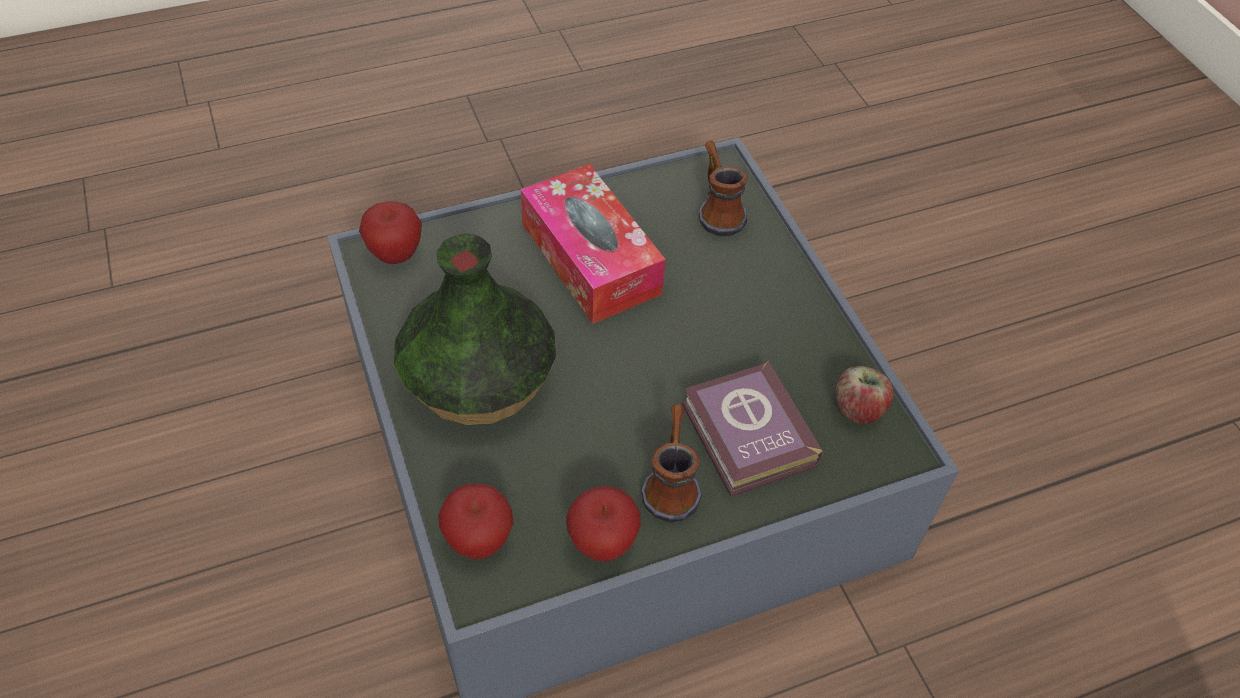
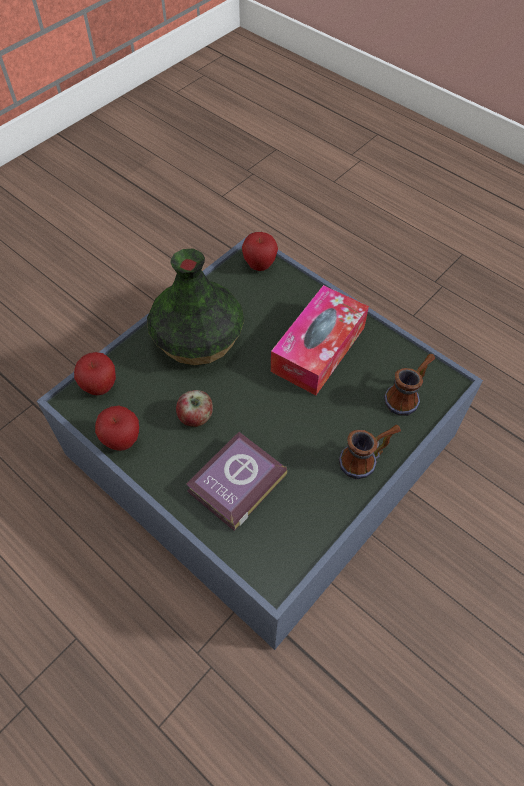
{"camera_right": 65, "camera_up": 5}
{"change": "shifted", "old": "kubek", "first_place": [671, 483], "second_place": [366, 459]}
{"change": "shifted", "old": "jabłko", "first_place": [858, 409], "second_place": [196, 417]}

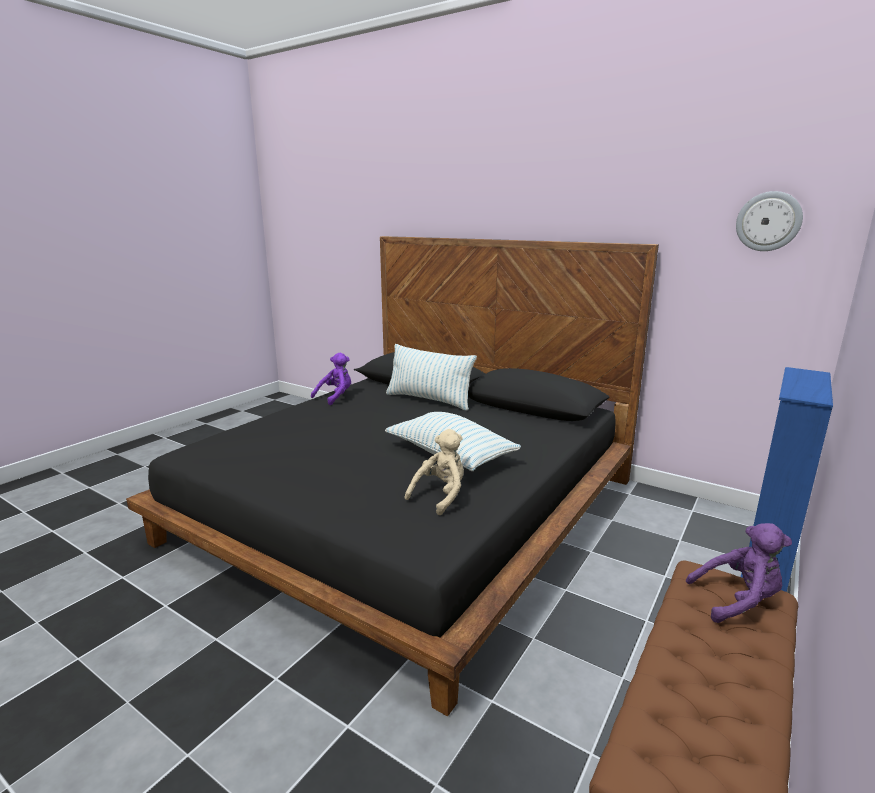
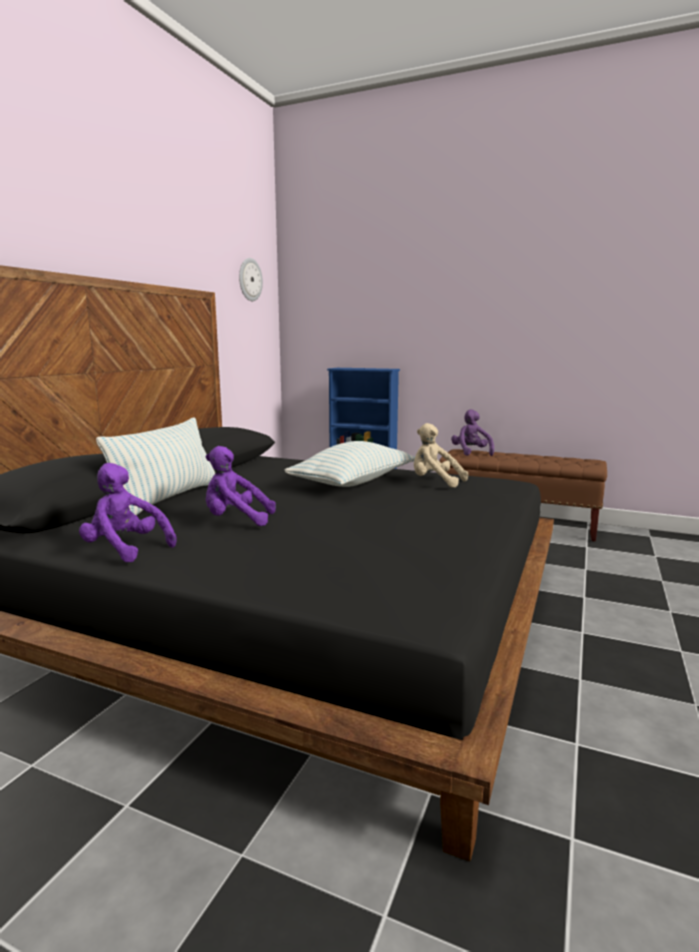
{"camera_right": -100, "camera_up": -5}
{"change": "new", "new": "pluszak (fioletowy)", "second_place": [236, 520]}

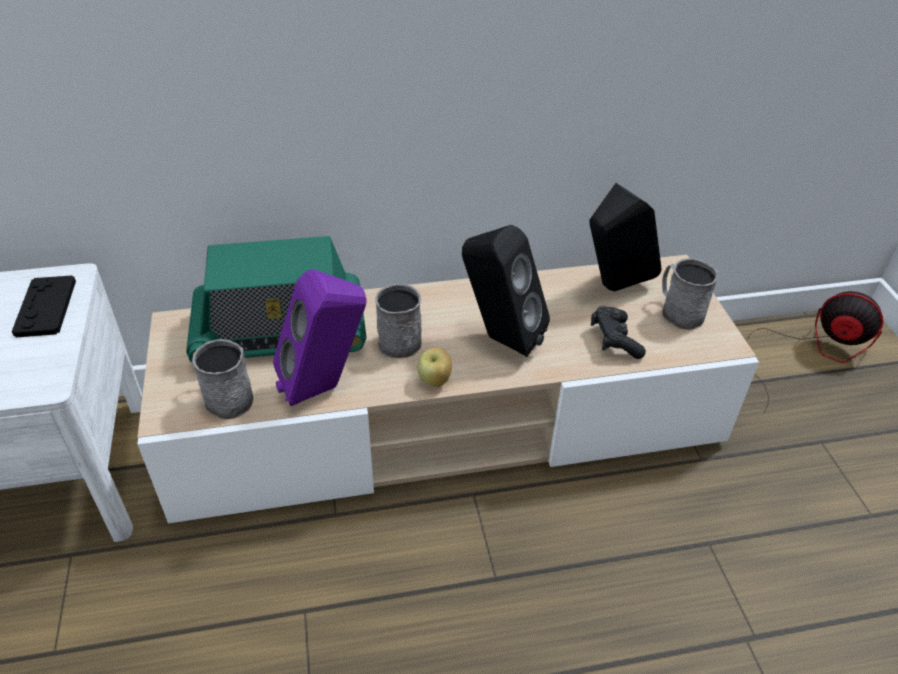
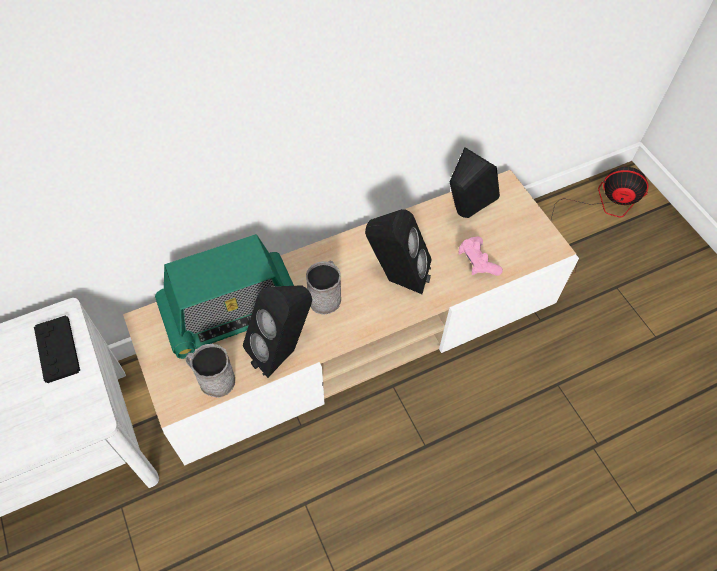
{"camera_right": -15, "camera_up": 15}
{"change": "gone", "old": "jabłko", "first_place": [435, 381]}
{"change": "gone", "old": "kubek (szary)", "first_place": [678, 312]}
{"change": "repainted", "old": "głośnik (fioletowy)", "new": "głośnik (czarny)", "first_place": [326, 387], "second_place": [284, 351]}
{"change": "repainted", "old": "pad do gier (czarny)", "new": "pad do gier (różowy)", "first_place": [614, 340], "second_place": [477, 262]}

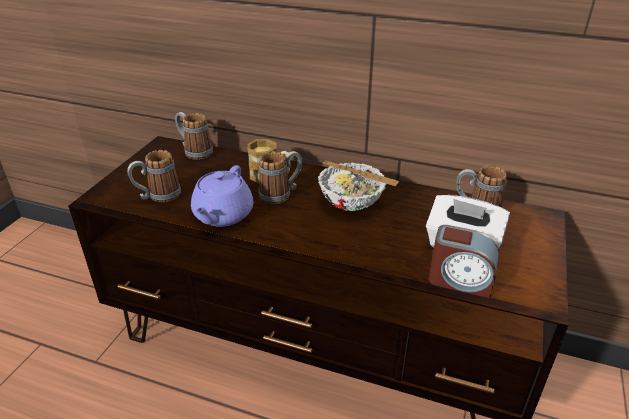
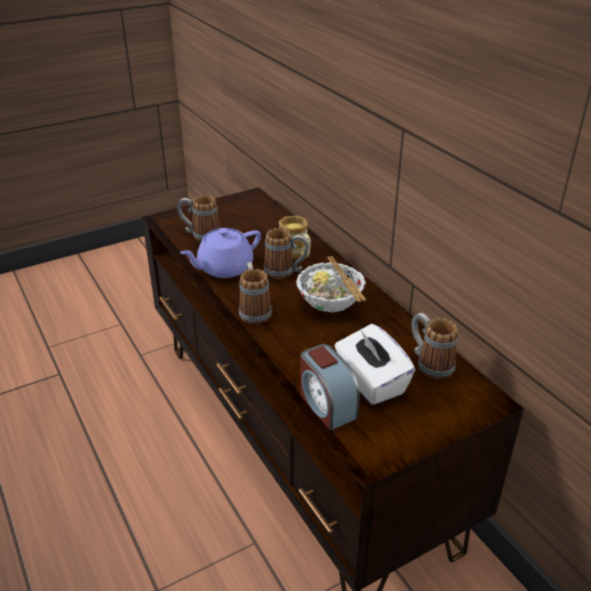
{"camera_right": 40, "camera_up": 0}
{"change": "shifted", "old": "kubek", "first_place": [194, 151], "second_place": [254, 310]}

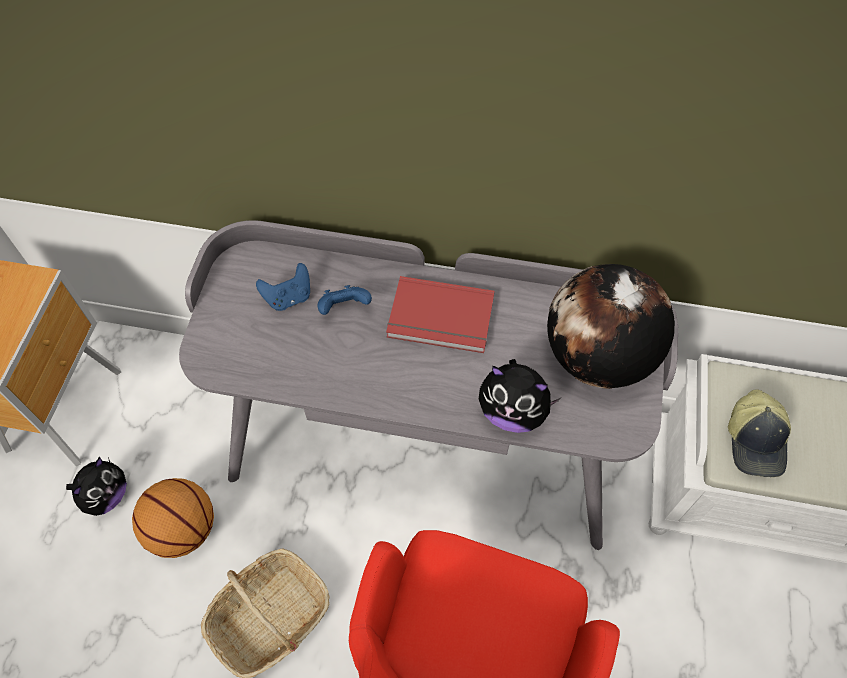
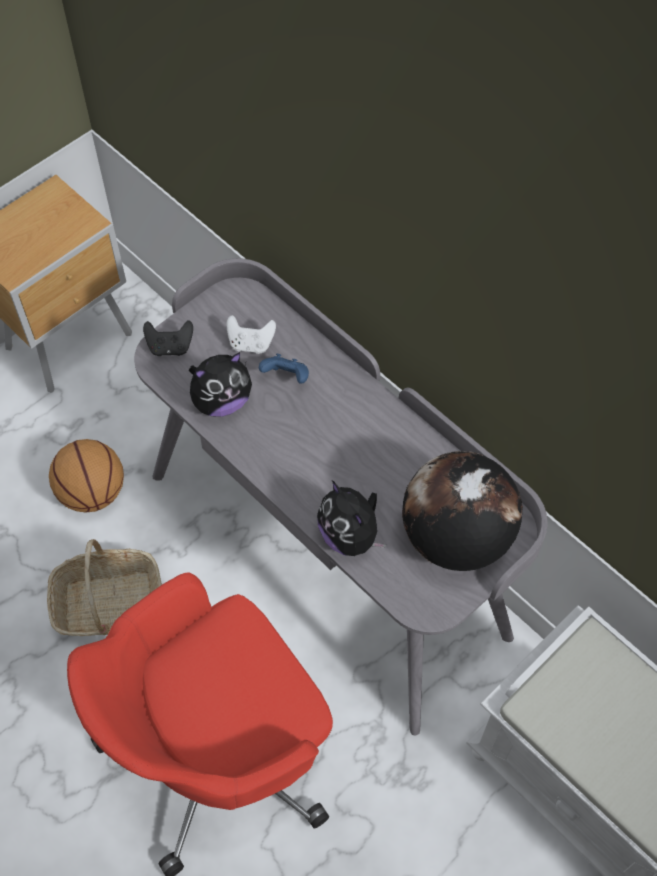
{"camera_right": 35, "camera_up": 0}
{"change": "gone", "old": "książka (czerwony)", "first_place": [441, 319]}
{"change": "gone", "old": "czapka z daszkiem", "first_place": [756, 441]}
{"change": "new", "new": "pad do gier (czarny)", "second_place": [170, 347]}
{"change": "shifted", "old": "pluszak", "first_place": [106, 496], "second_place": [221, 401]}
{"change": "repainted", "old": "pad do gier (niebieski)", "new": "pad do gier (biały)", "first_place": [288, 297], "second_place": [251, 344]}

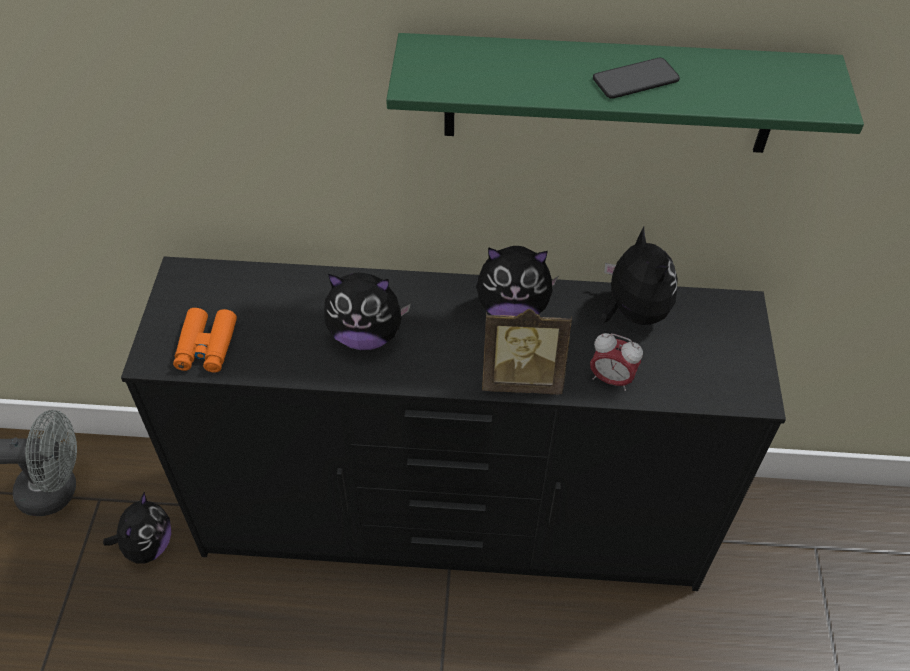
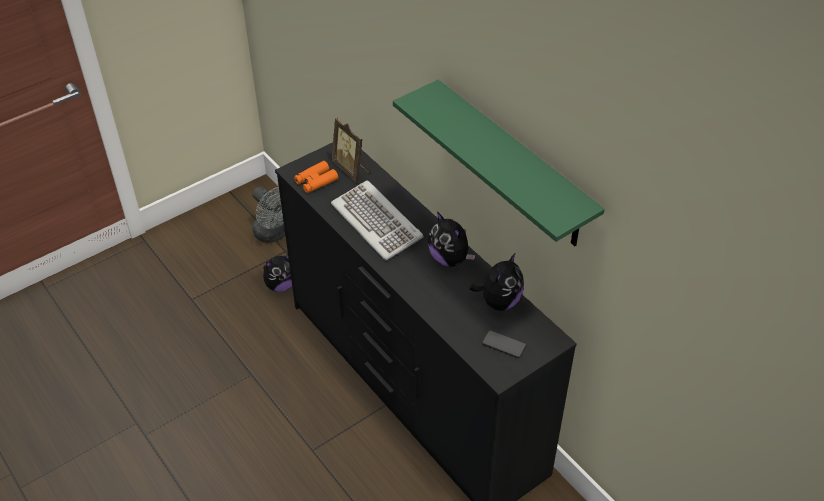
{"camera_right": 50, "camera_up": -5}
{"change": "gone", "old": "budzik", "first_place": [611, 379]}
{"change": "shifted", "old": "ramka na zdjęcie", "first_place": [522, 379], "second_place": [352, 169]}
{"change": "shifted", "old": "telefon", "first_place": [635, 80], "second_place": [504, 344]}
{"change": "swapped", "old": "pluszak", "new": "klawiatura", "first_place": [366, 335], "second_place": [377, 222]}

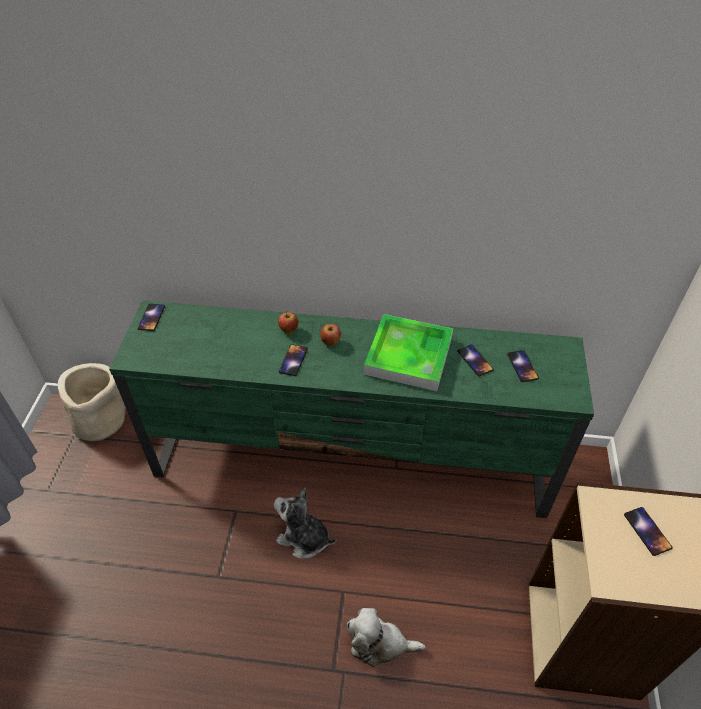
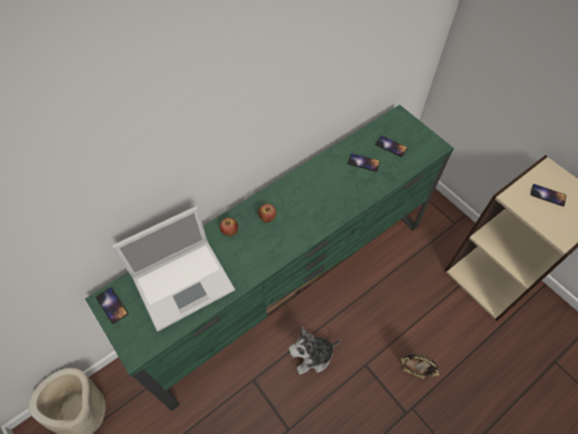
{"camera_right": -45, "camera_up": 10}
{"change": "gone", "old": "telefon", "first_place": [293, 360]}
{"change": "gone", "old": "taca", "first_place": [408, 356]}
{"change": "new", "new": "laptop", "second_place": [185, 282]}
{"change": "swapped", "old": "pluszak", "new": "ramka na zdjęcie", "first_place": [380, 643], "second_place": [413, 373]}

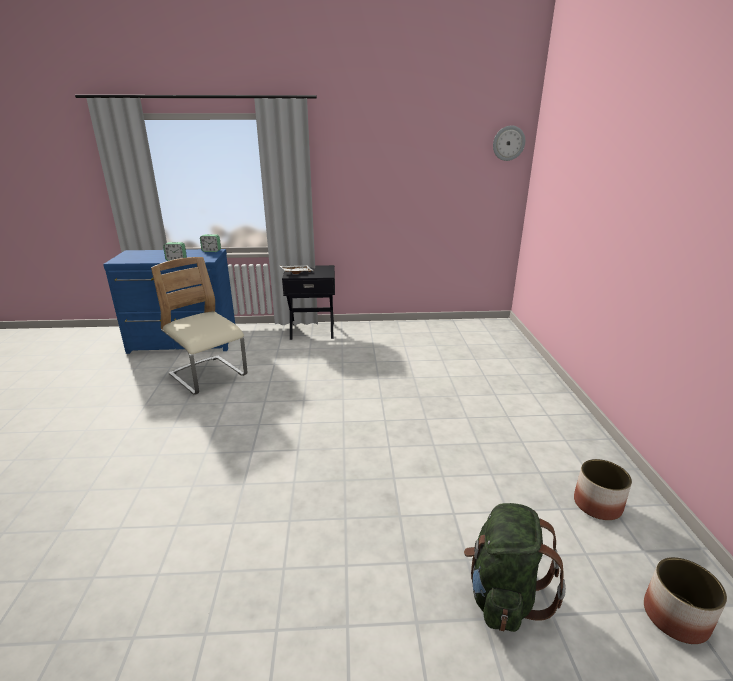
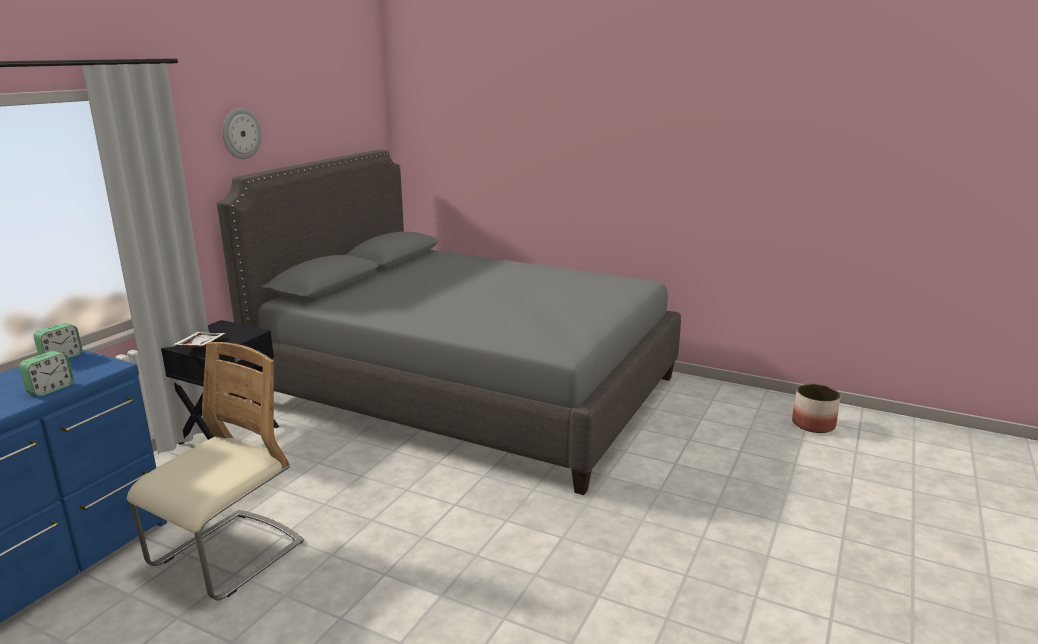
{"camera_right": -60, "camera_up": -5}
{"change": "gone", "old": "plecak (zielony)", "first_place": [503, 595]}
{"change": "gone", "old": "donica", "first_place": [597, 505]}
{"change": "new", "new": "łóżko (szary)", "second_place": [468, 390]}
{"change": "shifted", "old": "zegar ścienny", "first_place": [508, 143], "second_place": [241, 133]}
{"change": "rotated", "old": "krzesło (beżowy)", "first_place": [208, 376], "second_place": [228, 556], "degrees": 135}

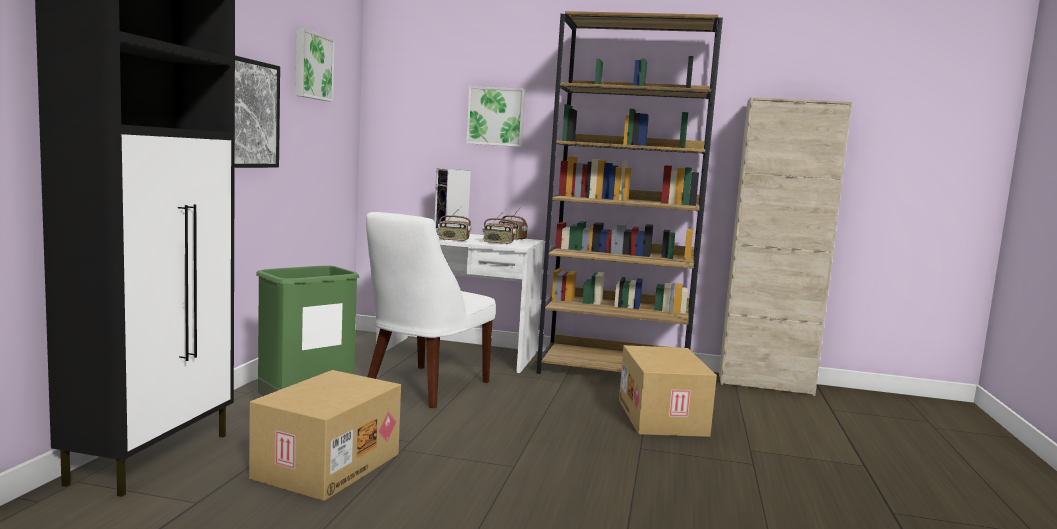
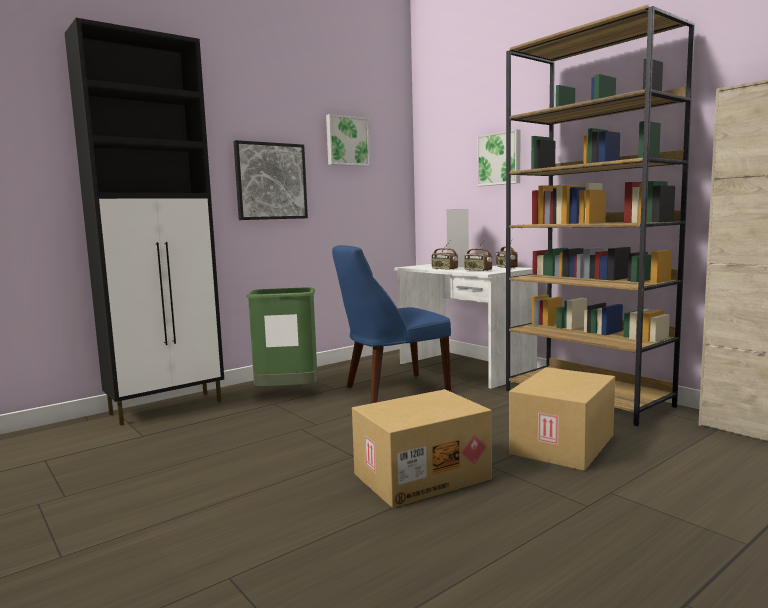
{"camera_right": 40, "camera_up": 0}
{"change": "shifted", "old": "karton", "first_place": [326, 465], "second_place": [421, 475]}
{"change": "repainted", "old": "krzesło (biały)", "new": "krzesło (niebieski)", "first_place": [423, 388], "second_place": [392, 390]}

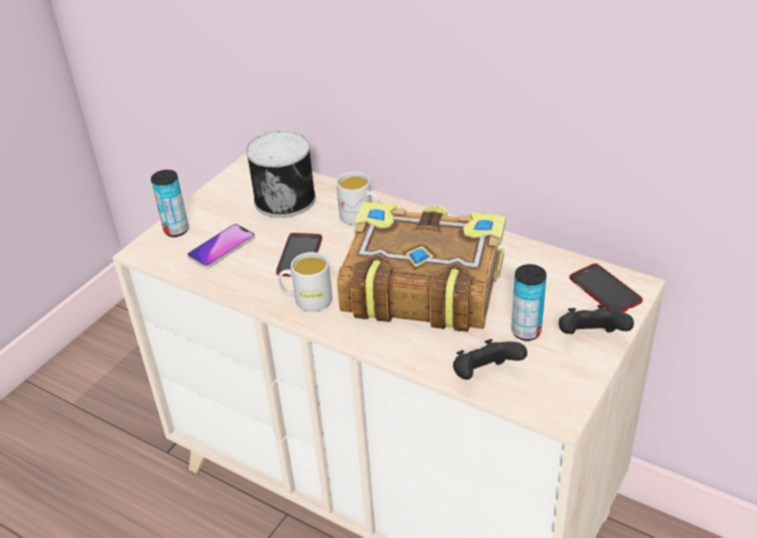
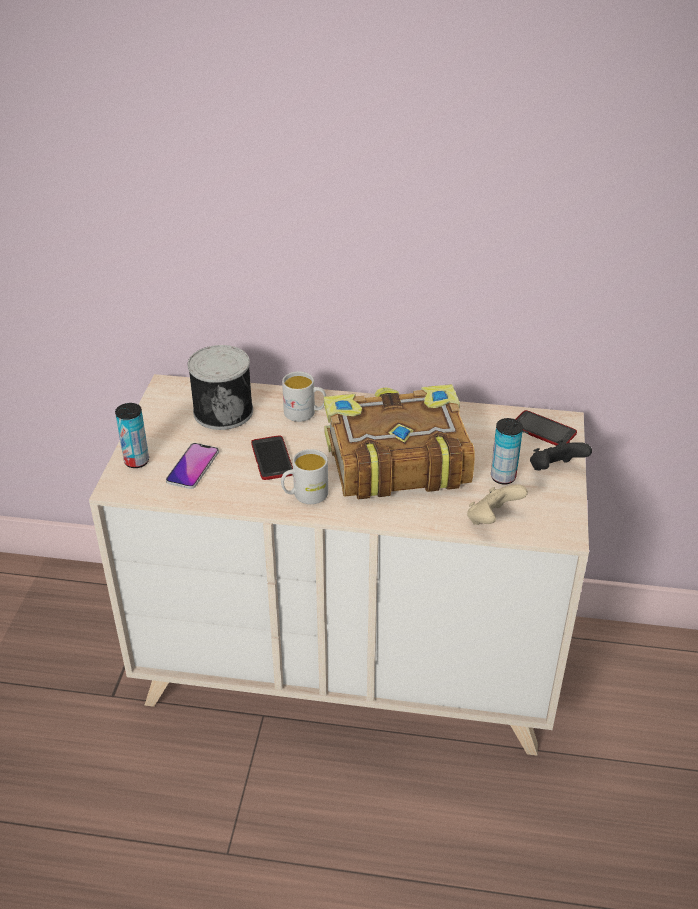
{"camera_right": -25, "camera_up": 0}
{"change": "repainted", "old": "pad do gier (czarny)", "new": "pad do gier (beżowy)", "first_place": [484, 376], "second_place": [492, 519]}

